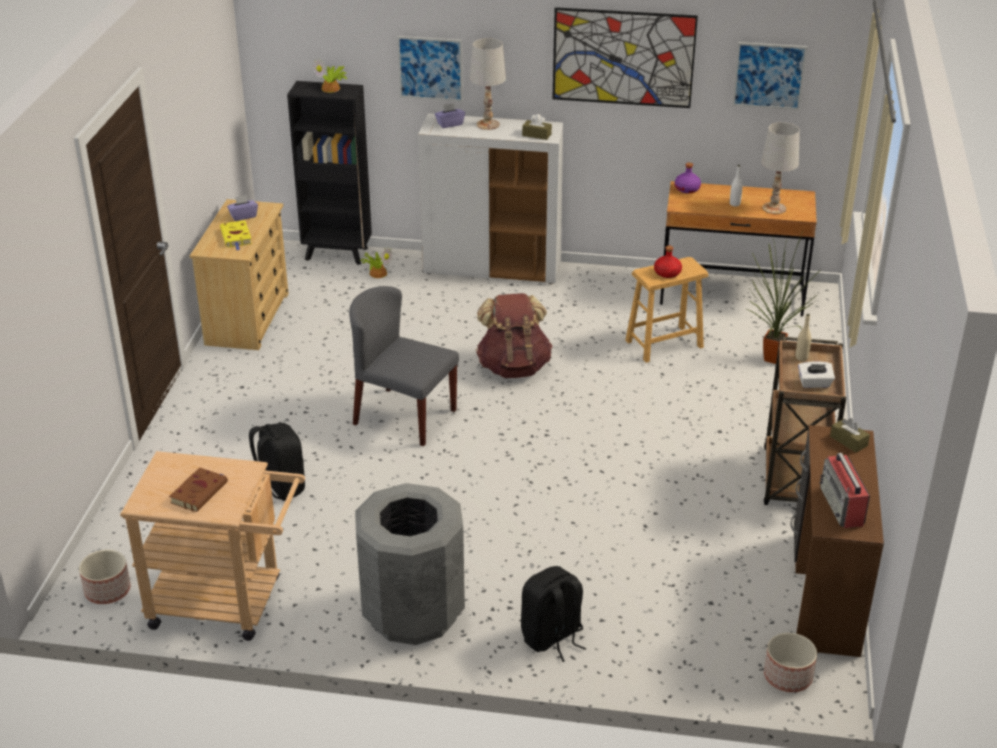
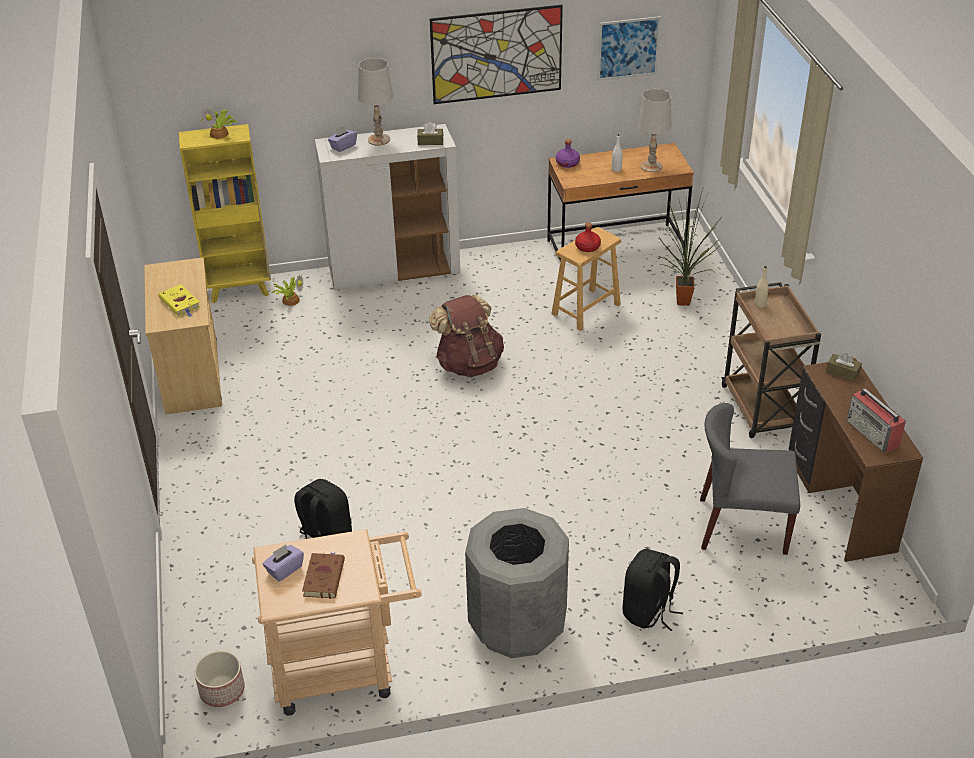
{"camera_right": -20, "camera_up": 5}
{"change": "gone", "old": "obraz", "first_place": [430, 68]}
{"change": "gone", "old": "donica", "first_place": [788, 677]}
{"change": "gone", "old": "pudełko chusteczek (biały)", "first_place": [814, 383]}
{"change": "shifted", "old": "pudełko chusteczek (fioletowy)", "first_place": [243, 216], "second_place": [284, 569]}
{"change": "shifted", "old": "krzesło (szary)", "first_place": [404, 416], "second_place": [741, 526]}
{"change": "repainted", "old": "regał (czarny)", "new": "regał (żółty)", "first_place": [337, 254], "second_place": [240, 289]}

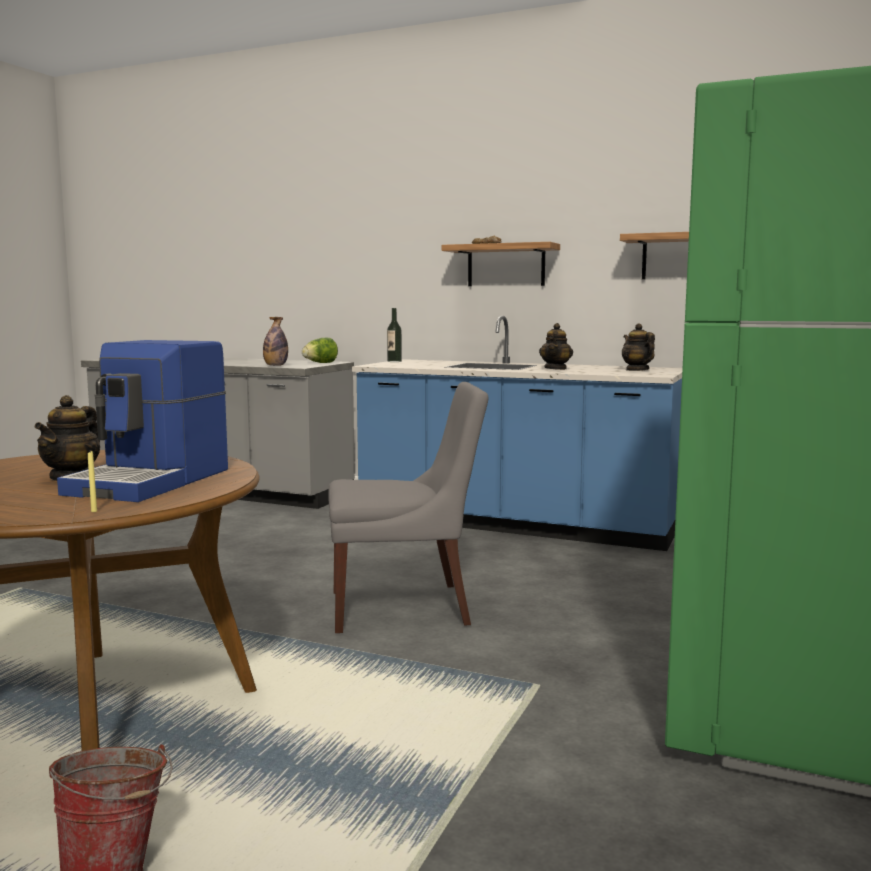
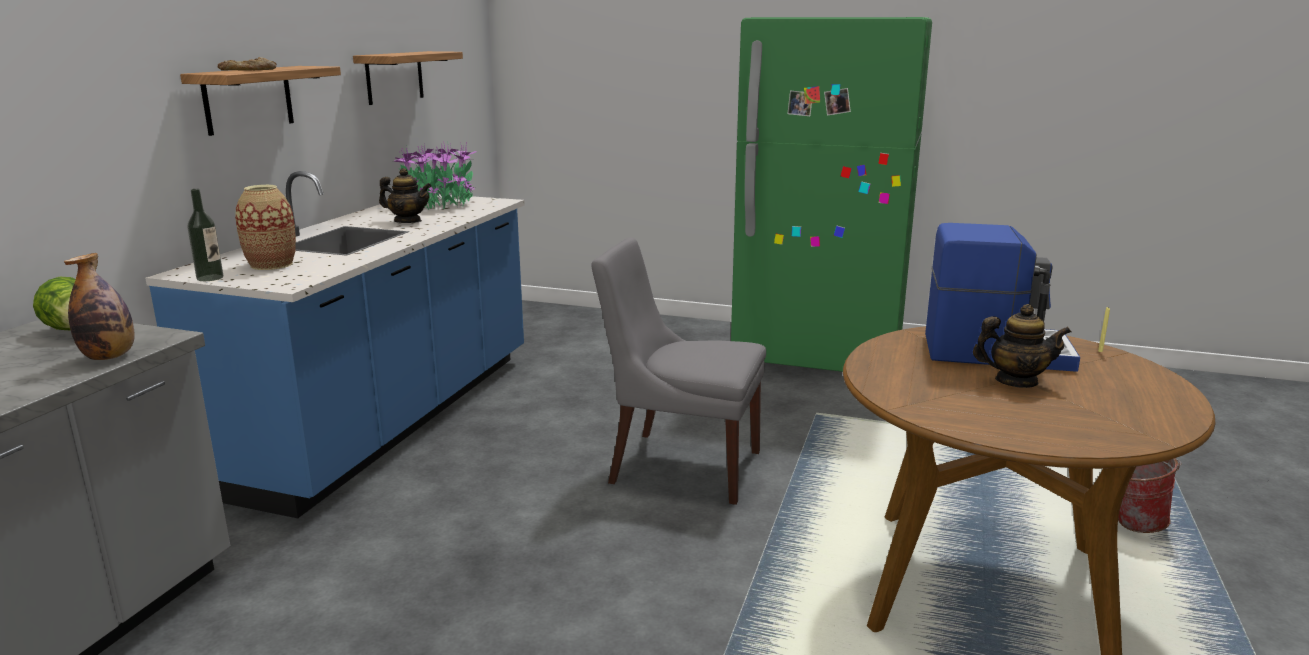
{"camera_right": -95, "camera_up": 10}
{"change": "new", "new": "wazon", "second_place": [271, 265]}
{"change": "swapped", "old": "imbryk", "new": "roślina doniczkowa", "first_place": [637, 370], "second_place": [440, 203]}
{"change": "rotated", "old": "krzesło (szary)", "first_place": [405, 607], "second_place": [680, 466], "degrees": -60}

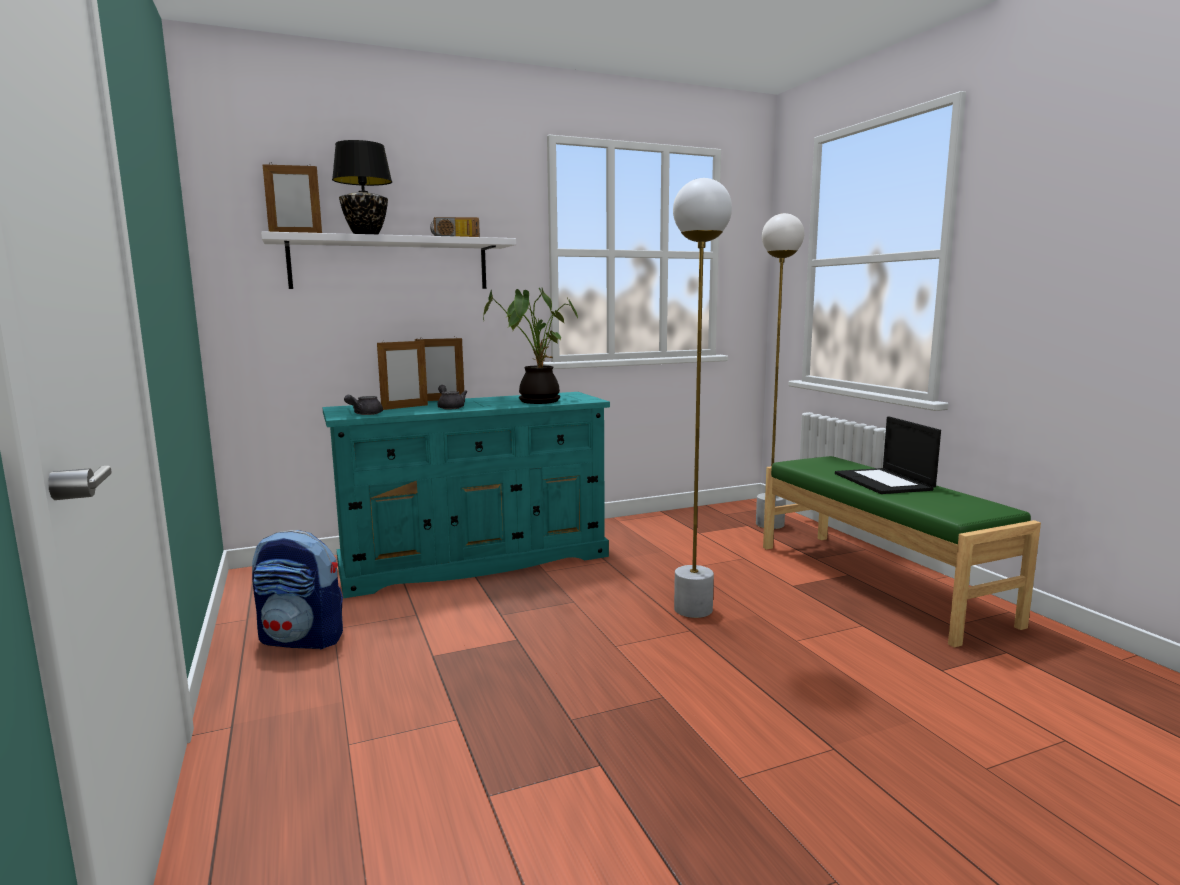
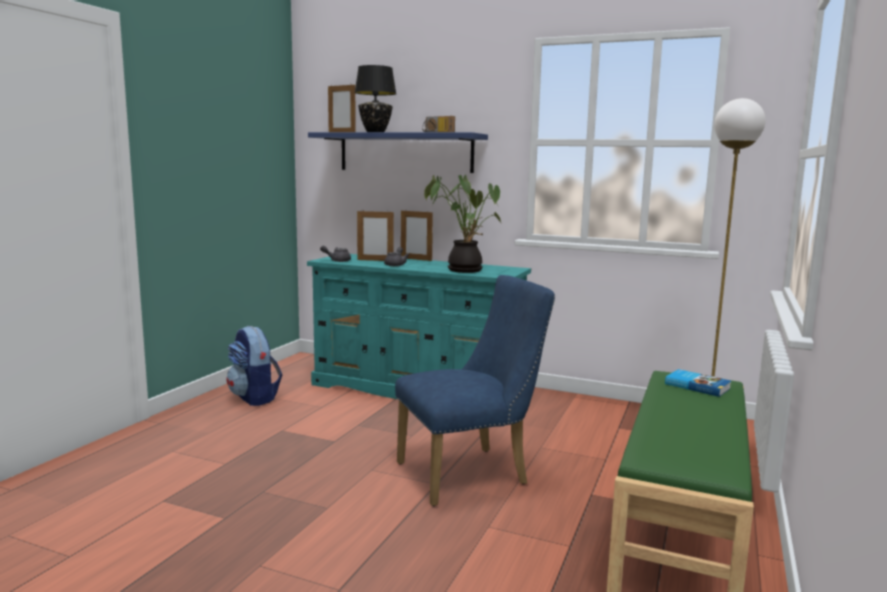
{"camera_right": 45, "camera_up": 0}
{"change": "gone", "old": "laptop", "first_place": [884, 482]}
{"change": "new", "new": "książka", "second_place": [697, 386]}
{"change": "swapped", "old": "lampa stojąca (biały)", "new": "krzesło (niebieski)", "first_place": [693, 609], "second_place": [471, 473]}
{"change": "repainted", "old": "półka (biały)", "new": "półka (niebieski)", "first_place": [390, 264], "second_place": [405, 152]}

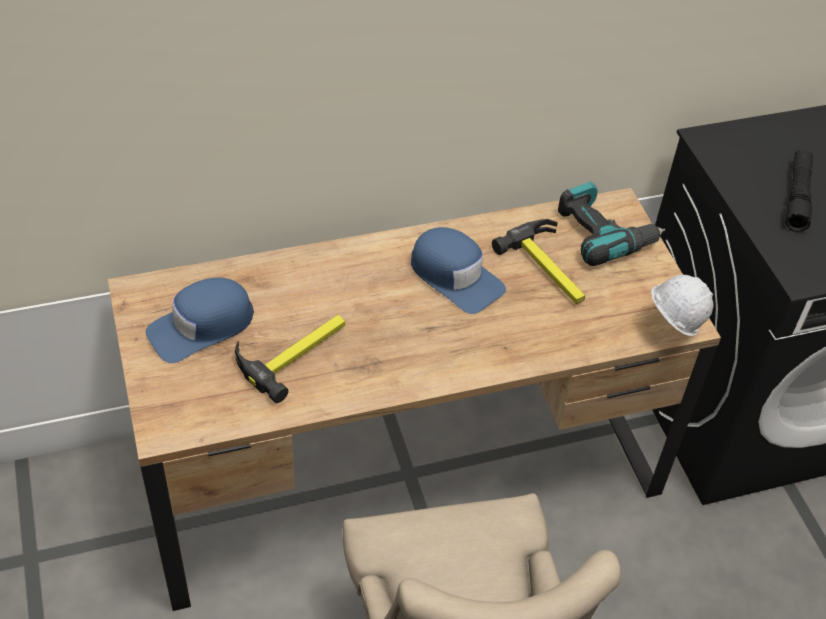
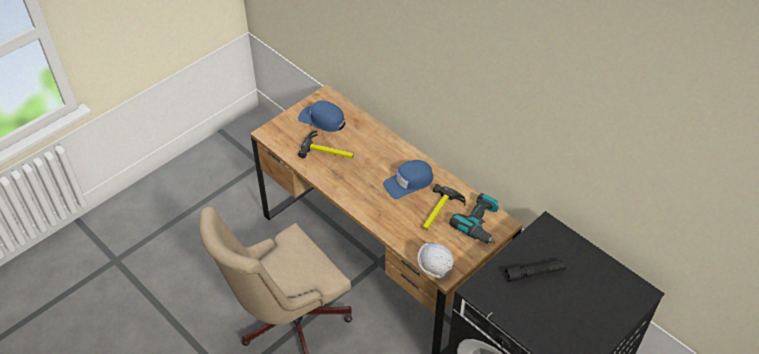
{"camera_right": 65, "camera_up": 0}
{"change": "rotated", "old": "czapka z daszkiem (niebieski)", "first_place": [455, 276], "second_place": [408, 182], "degrees": 45}

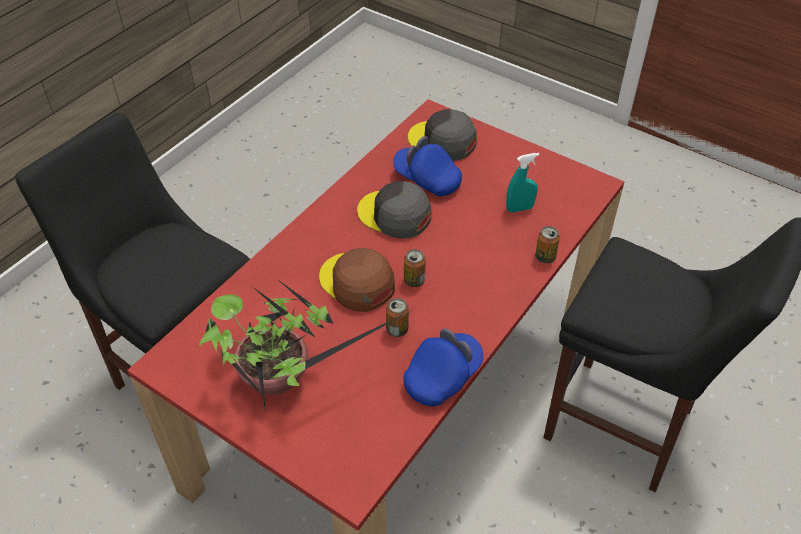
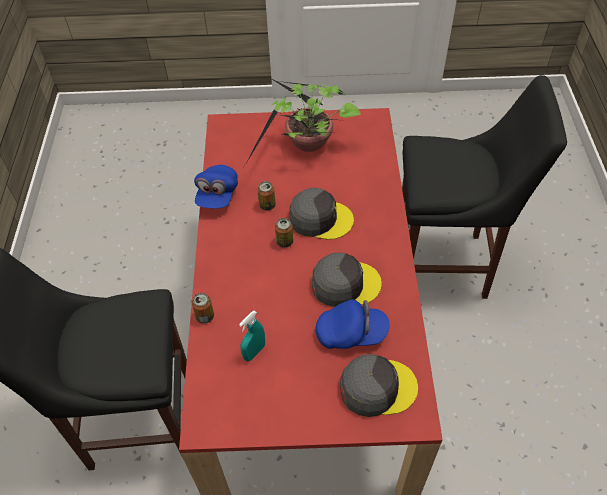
{"camera_right": 145, "camera_up": 5}
{"change": "repainted", "old": "czapka z daszkiem (brązowy)", "new": "czapka z daszkiem (szary)", "first_place": [357, 283], "second_place": [320, 218]}

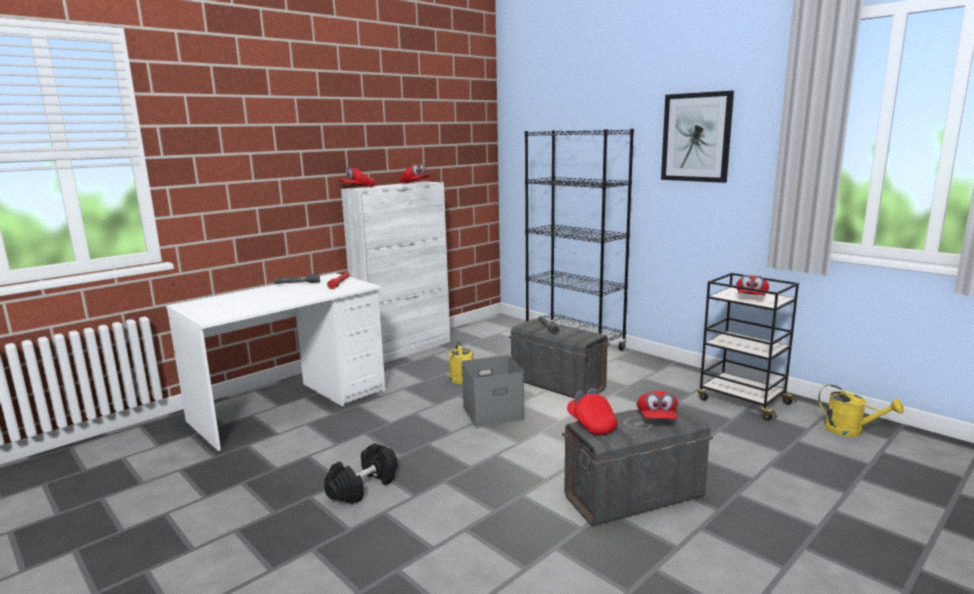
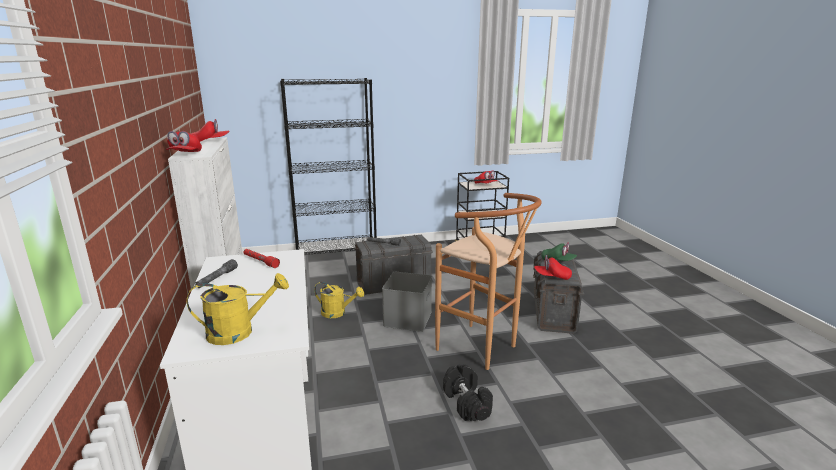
{"camera_right": -60, "camera_up": 5}
{"change": "gone", "old": "obraz", "first_place": [696, 137]}
{"change": "new", "new": "stołek (brązowy)", "second_place": [483, 350]}
{"change": "shifted", "old": "konewka (żółty)", "first_place": [850, 431], "second_place": [239, 332]}
{"change": "repainted", "old": "czapka z daszkiem (czerwony)", "new": "czapka z daszkiem (zielony)", "first_place": [656, 419], "second_place": [558, 261]}

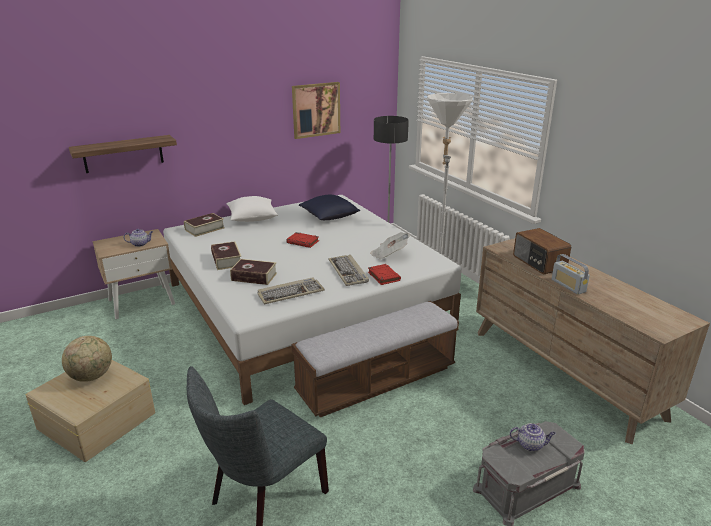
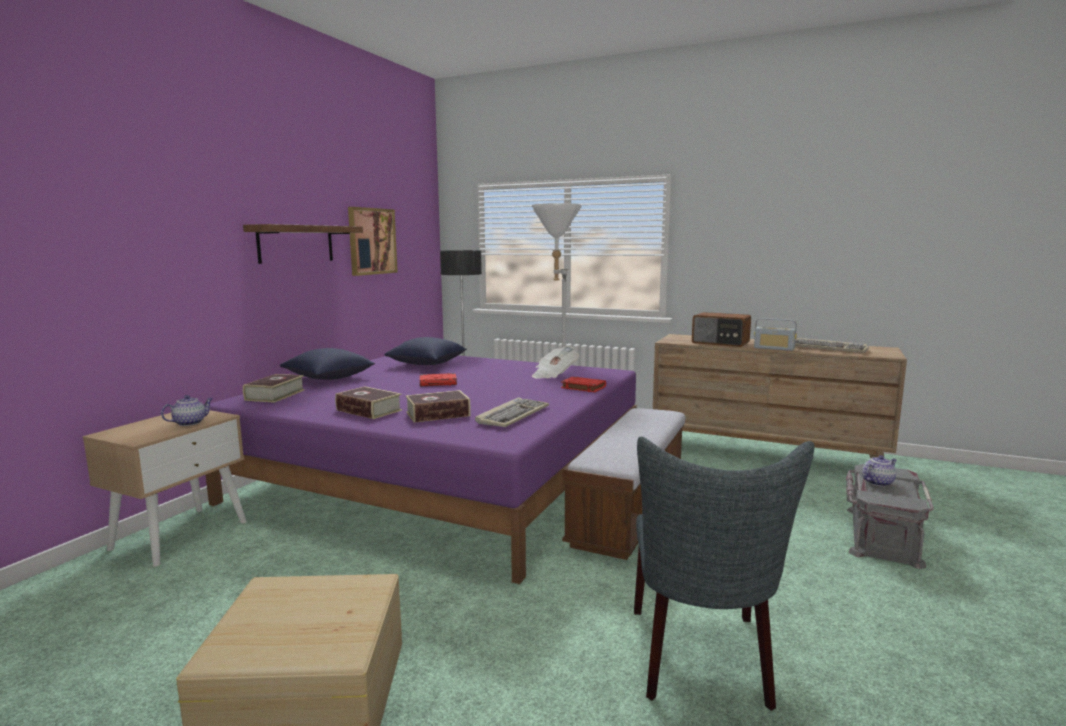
{"camera_right": -35, "camera_up": -15}
{"change": "gone", "old": "globus", "first_place": [92, 376]}
{"change": "shifted", "old": "półka", "first_place": [123, 154], "second_place": [296, 244]}
{"change": "shifted", "old": "klawiatura", "first_place": [348, 272], "second_place": [828, 348]}
{"change": "repainted", "old": "łóżko (biały)", "new": "łóżko (fioletowy)", "first_place": [305, 306], "second_place": [445, 475]}
{"change": "repainted", "old": "poduszka (biały)", "new": "poduszka (niebieski)", "first_place": [252, 218], "second_place": [329, 378]}

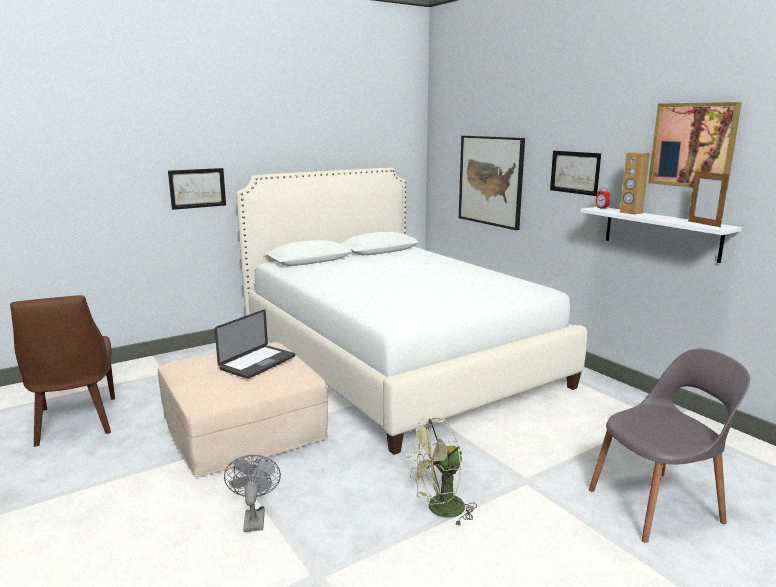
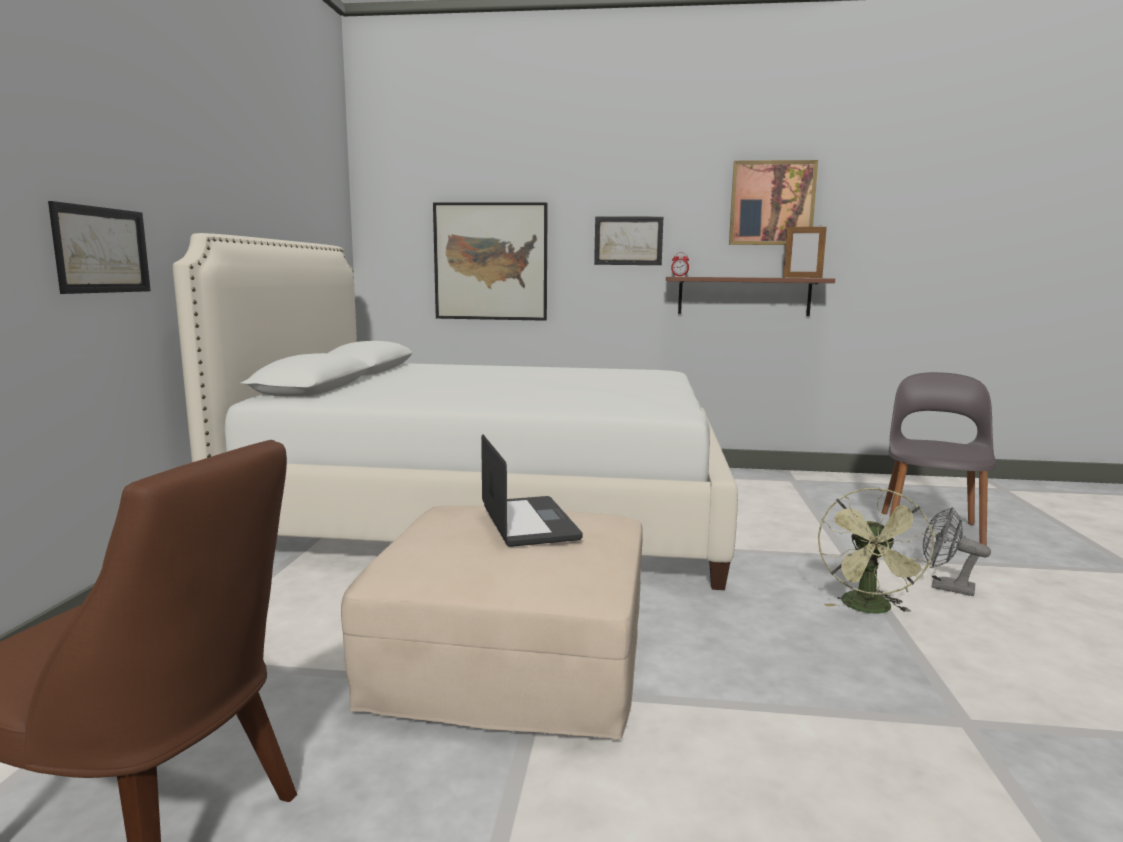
{"camera_right": -50, "camera_up": -5}
{"change": "gone", "old": "głośnik (brązowy)", "first_place": [631, 212]}
{"change": "shifted", "old": "wentylator (szary)", "first_place": [254, 517], "second_place": [945, 587]}
{"change": "repainted", "old": "półka (biały)", "new": "półka (brązowy)", "first_place": [661, 233], "second_place": [744, 296]}

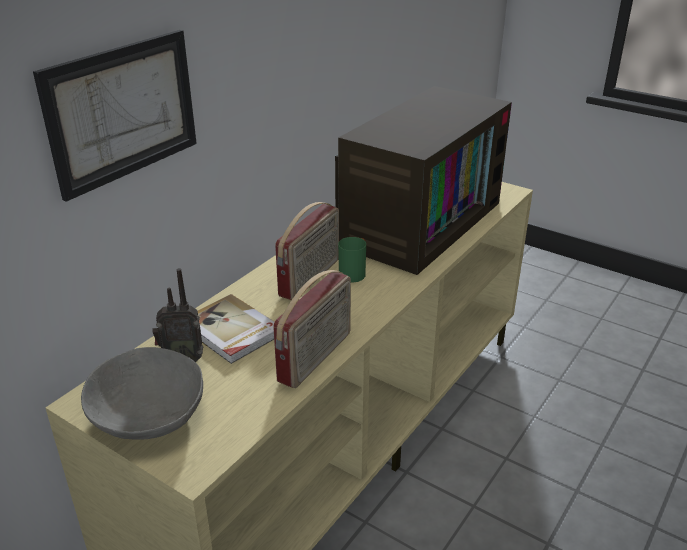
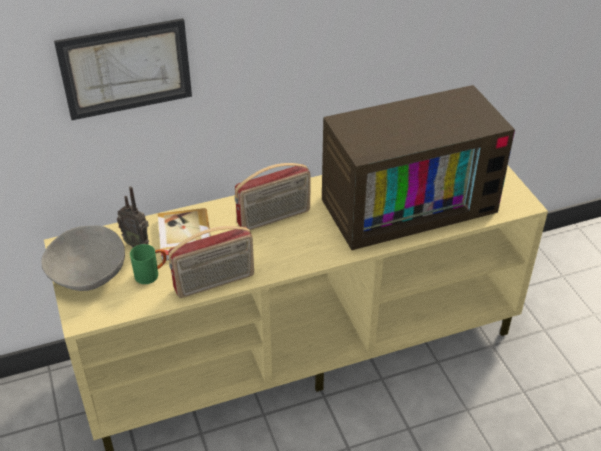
{"camera_right": 35, "camera_up": 10}
{"change": "shifted", "old": "kubek (zielony)", "first_place": [354, 273], "second_place": [151, 274]}

